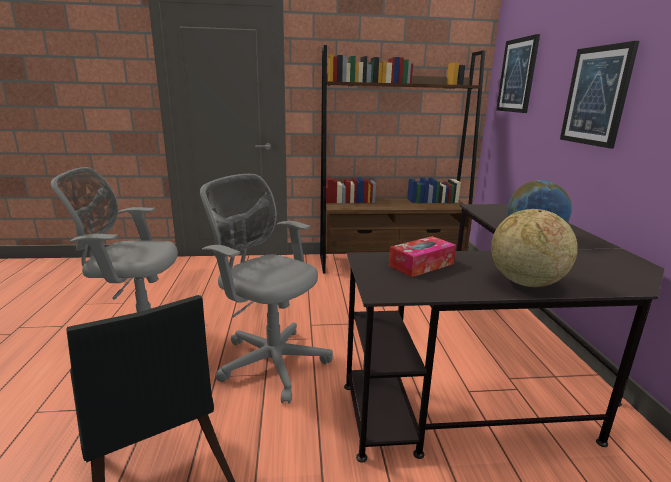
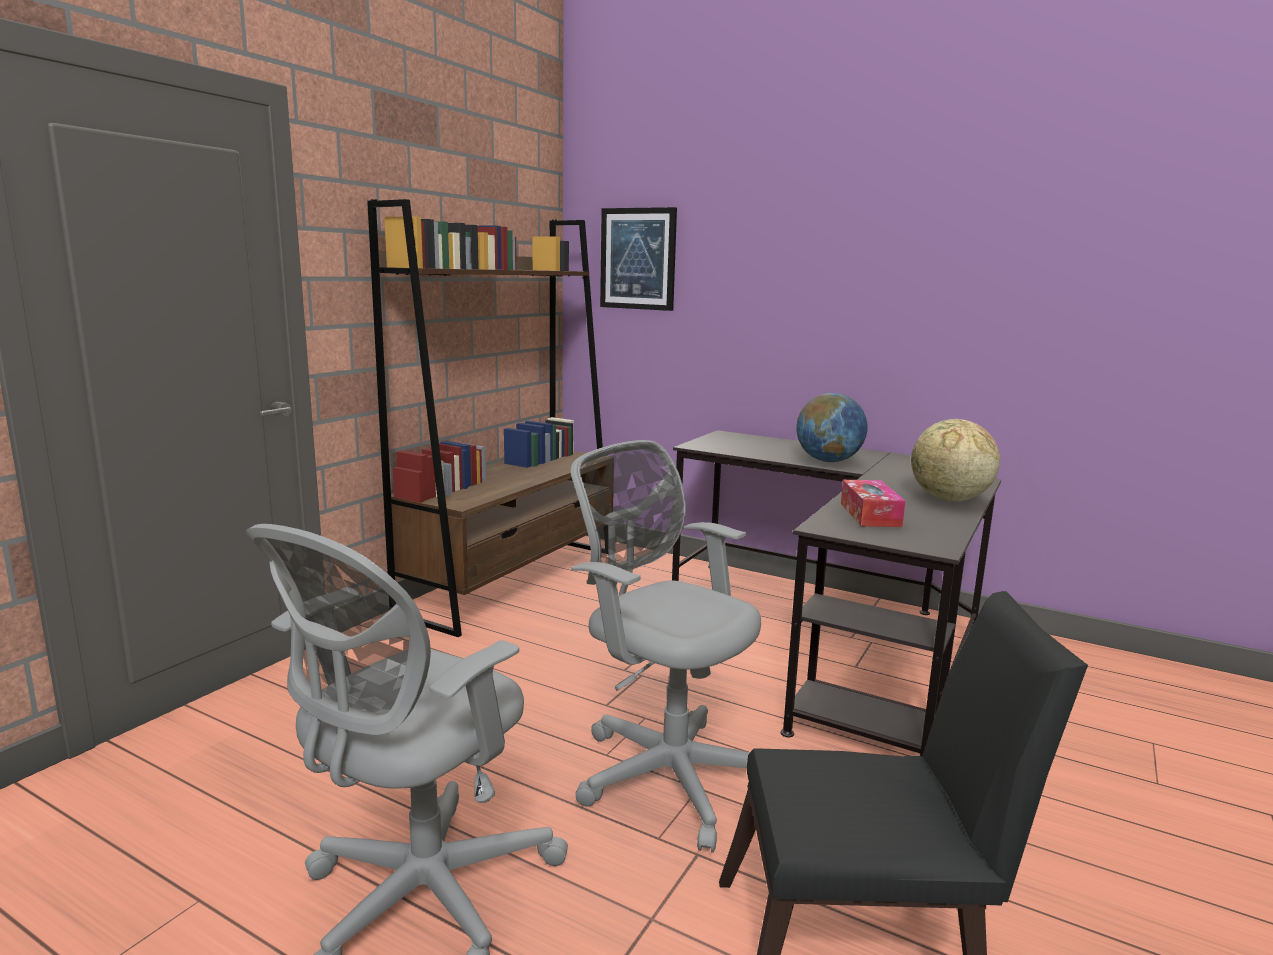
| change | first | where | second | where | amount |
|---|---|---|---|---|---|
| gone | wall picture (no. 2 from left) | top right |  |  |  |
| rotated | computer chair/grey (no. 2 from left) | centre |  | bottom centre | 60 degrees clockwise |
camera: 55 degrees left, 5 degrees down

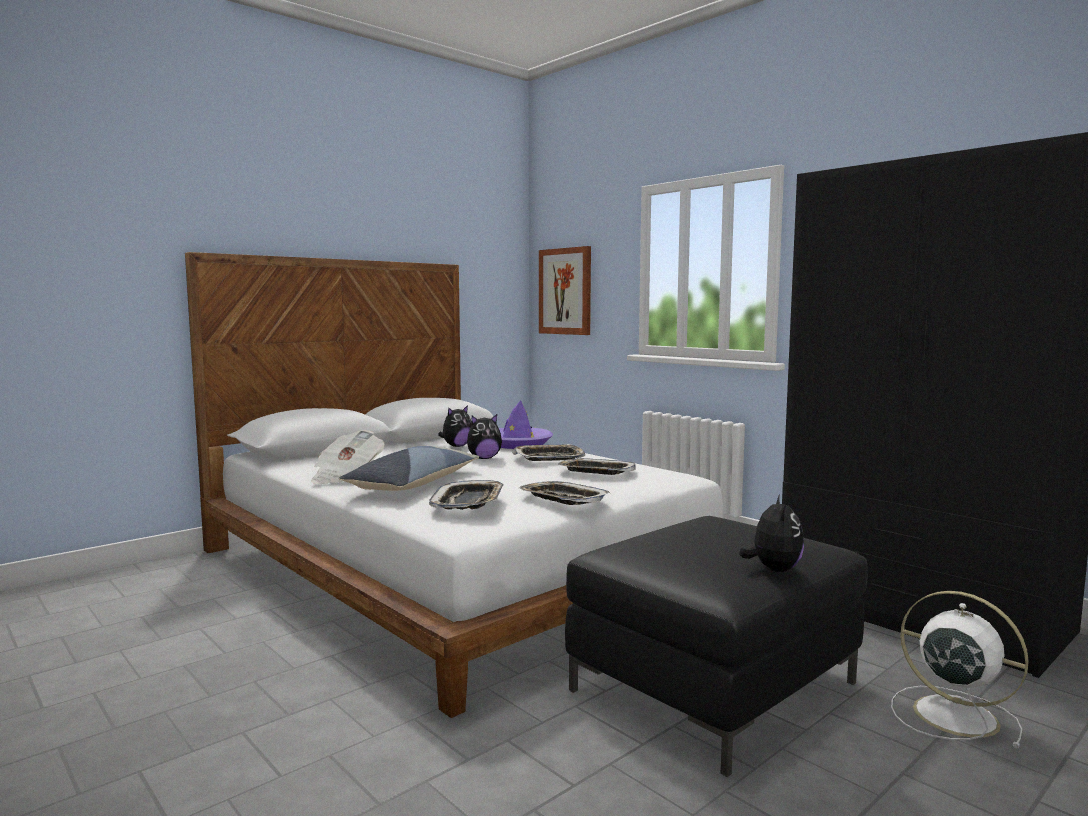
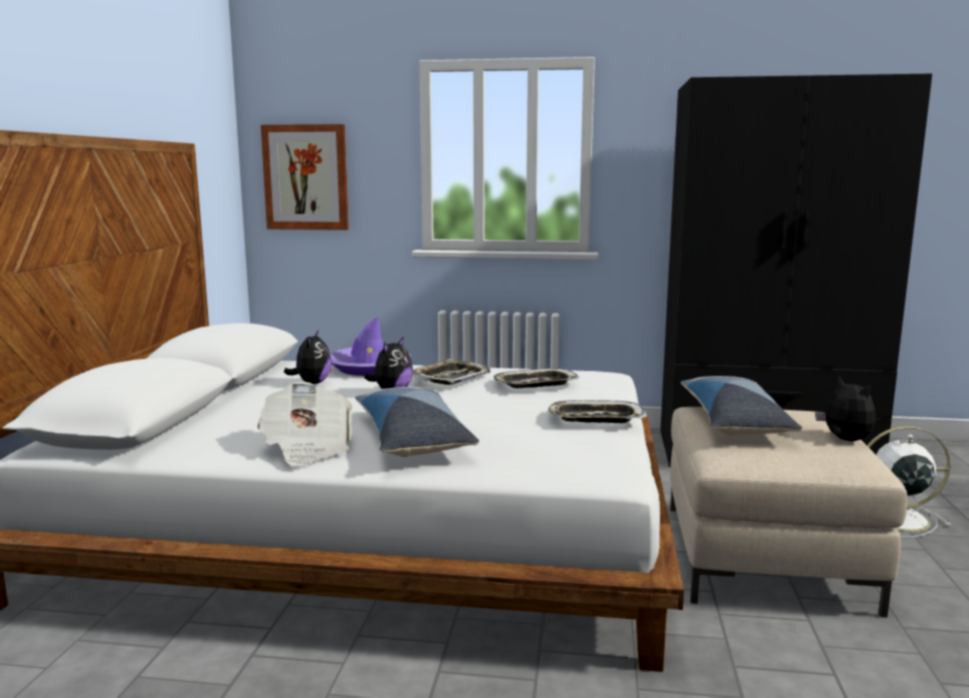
| change | first | where | second | where | amount |
|---|---|---|---|---|---|
| gone | carrying tray (no. 1 from left) | centre |  |  |  |
| repainted | footrest/black-coloured | bottom centre | footrest/beige | bottom right |  |
| new |  |  | throw pillow (no. 2 from left) | middle right |  |
camera: 40 degrees left, 5 degrees up

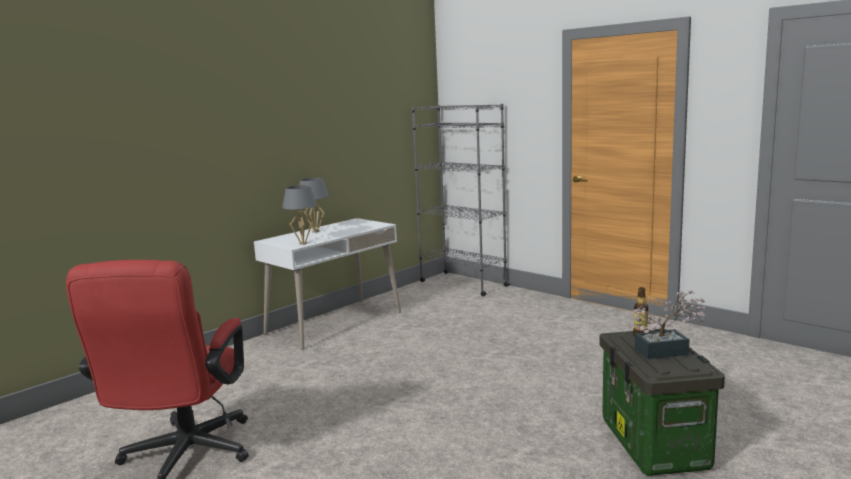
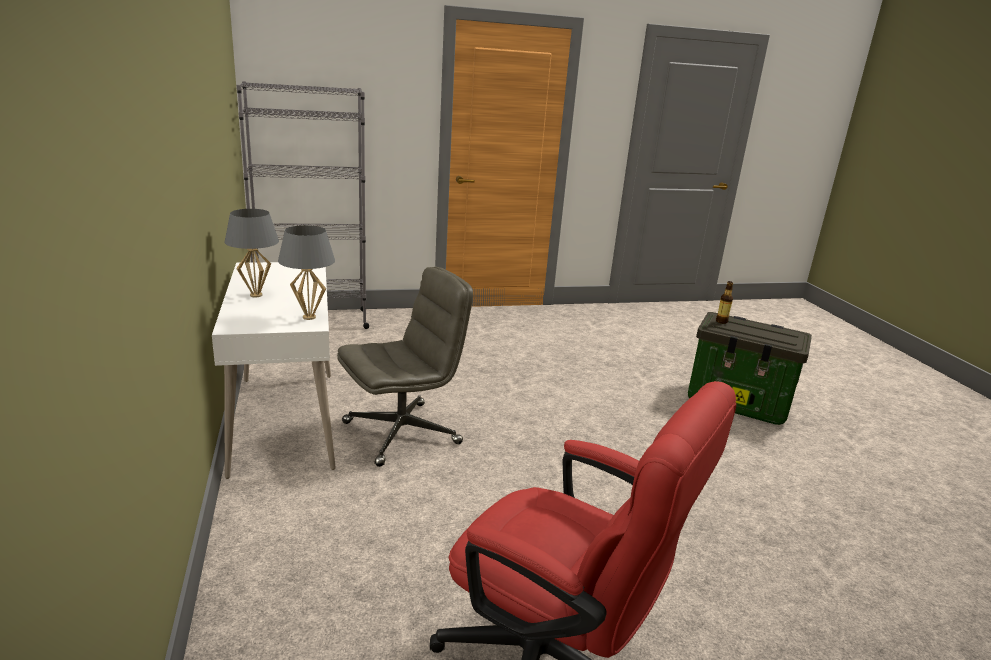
| change | first | where | second | where | amount |
|---|---|---|---|---|---|
| gone | potted plant | bottom right |  |  |  |
| new |  |  | computer chair/grey | centre |  |
camera: 60 degrees left, 10 degrees up

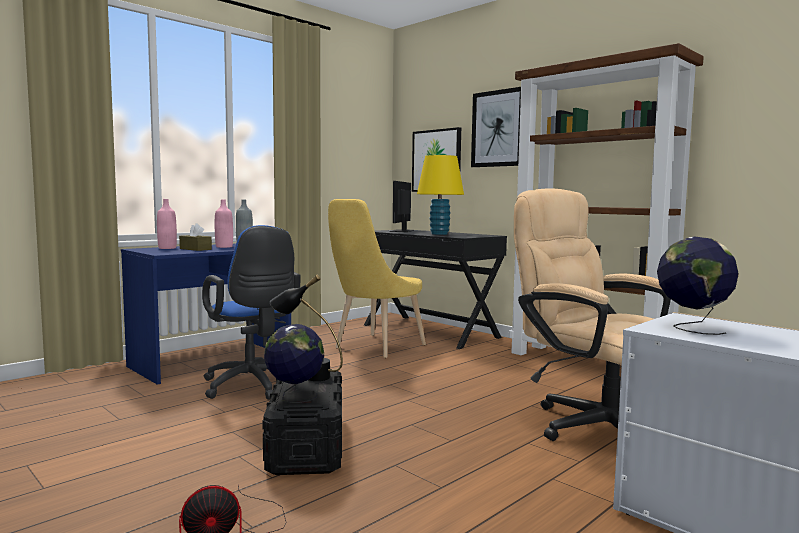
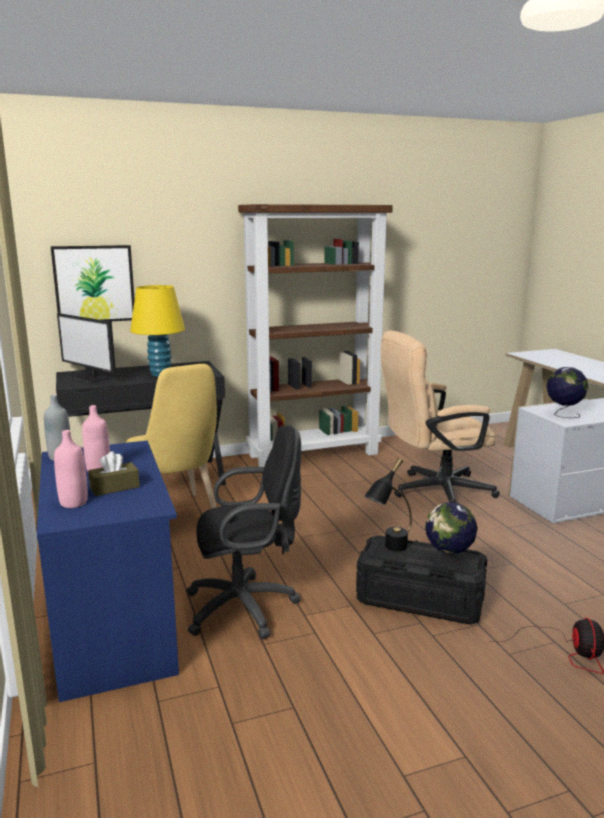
| change | first | where | second | where | amount |
|---|---|---|---|---|---|
| gone | wall picture (no. 2 from left) | top centre |  |  |  |
| repainted | computer chair/bluish | middle left | computer chair/black-coloured | centre |  |
camera: 65 degrees left, 10 degrees up

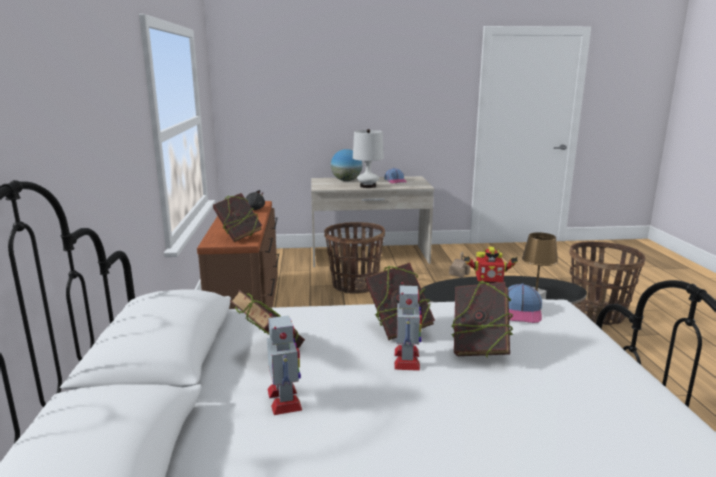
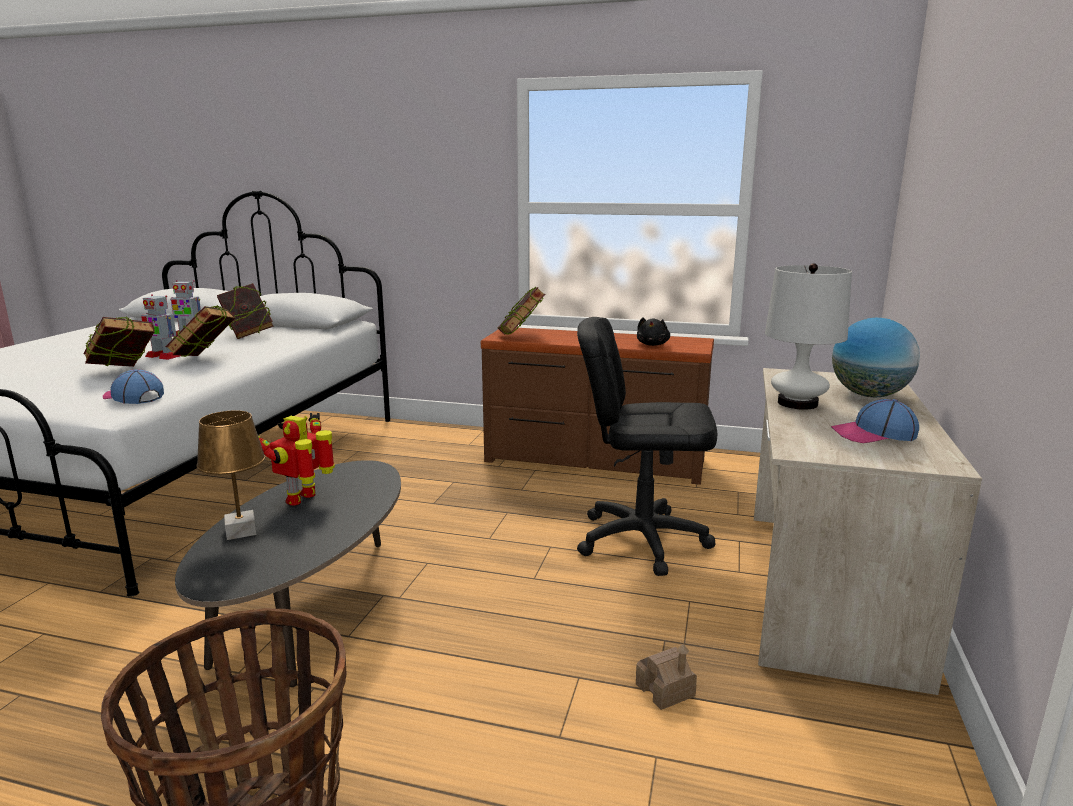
| change | first | where | second | where | amount |
|---|---|---|---|---|---|
| swapped | basket (no. 1 from left) | centre | computer chair/black-coloured | centre |  |
camera: 110 degrees right, 0 degrees up

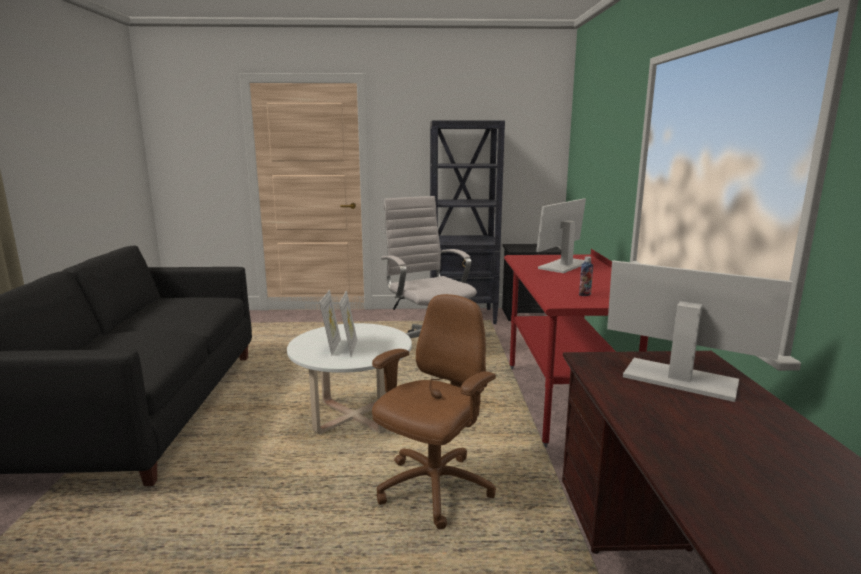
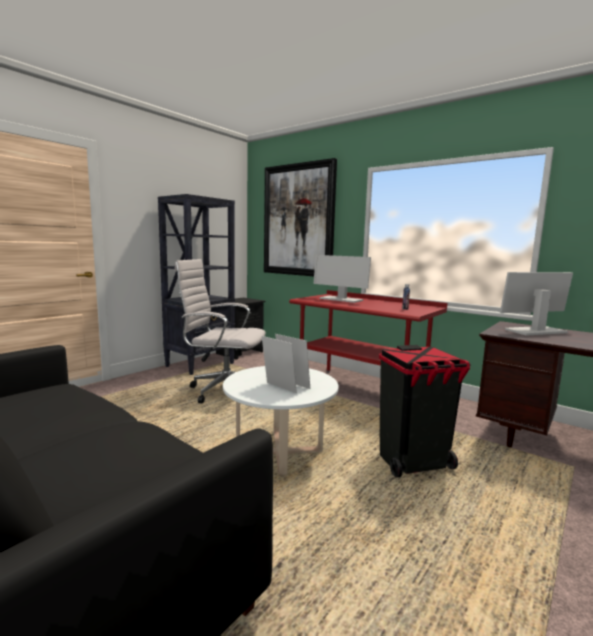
| change | first | where | second | where | amount |
|---|---|---|---|---|---|
| rotated | computer screen (no. 1 from left) | centre |  | centre | 45 degrees counterclockwise |
| swapped | computer chair/brown | bottom centre | waste bin/black-coloured | middle right |  |
| new |  |  | wall picture | centre |  |
camera: 50 degrees left, 5 degrees down

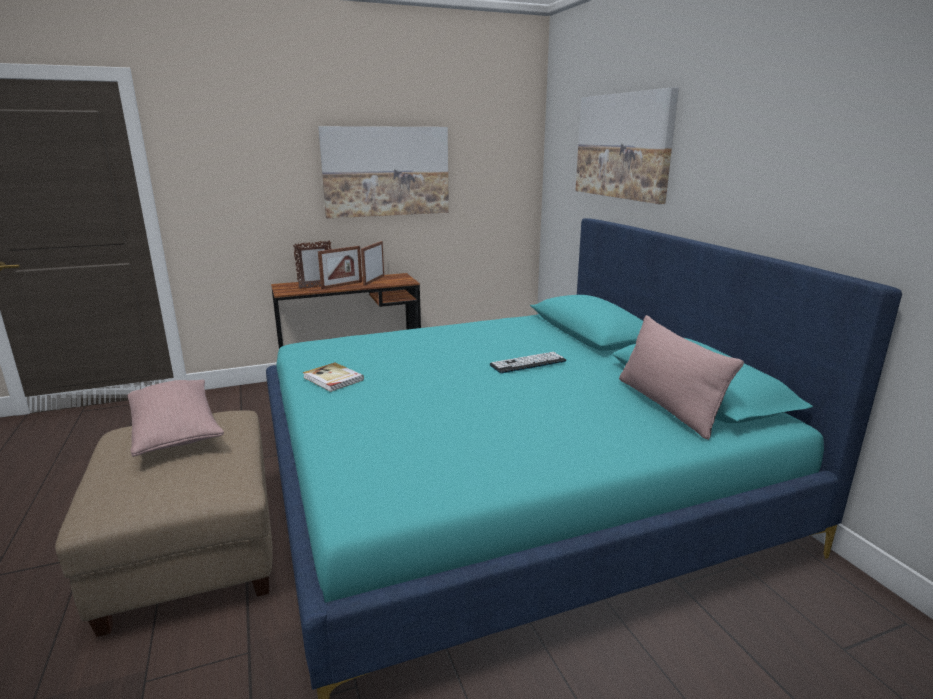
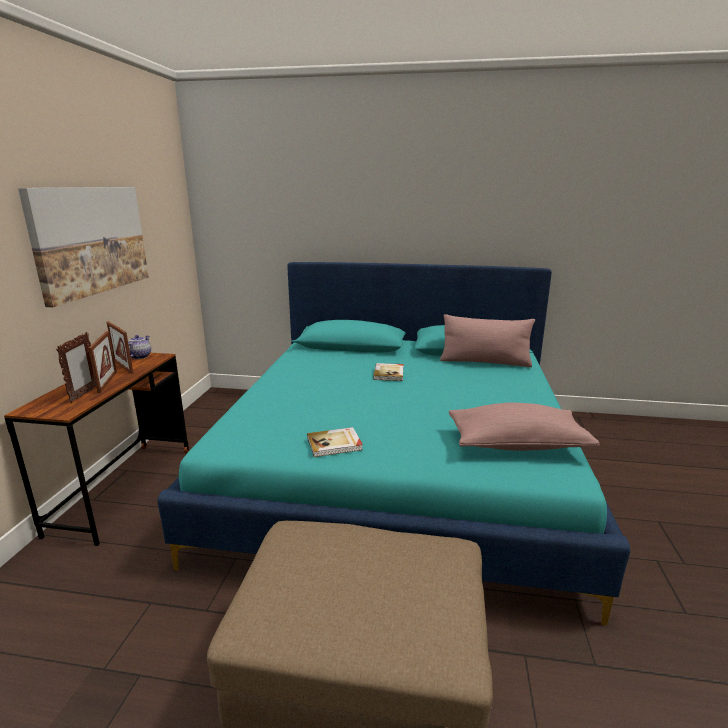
| change | first | where | second | where | amount |
|---|---|---|---|---|---|
| gone | wall picture (no. 2 from left) | top right |  |  |  |
| swapped | PC keyboard | centre | volume (no. 2 from left) | centre |  |
| shifted | throw pillow/pink (no. 1 from left in the first image) | middle left | throw pillow/pink (no. 2 from left) | middle right |  |
| new |  |  | pot for tea | middle left |  |
camera: 60 degrees left, 0 degrees up

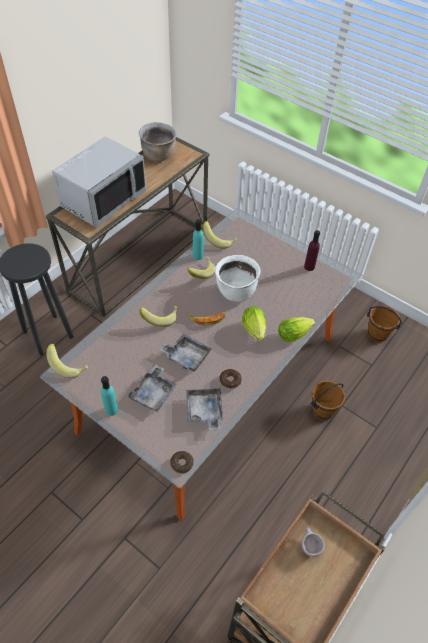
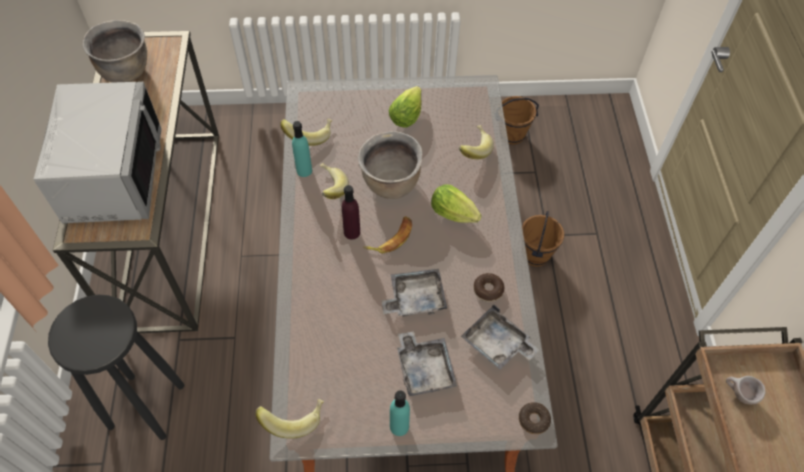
| change | first | where | second | where | amount |
|---|---|---|---|---|---|
| shifted | bottle/purple | middle right |  | centre |  |
| repainted | saucepot/whitish | centre | saucepot/brown (no. 2 from left) | centre |  |
| shifted | banana fruit (no. 2 from left in the first image) | centre | banana fruit (no. 5 from left) | top centre |  |
| shifted | head of lettuce (no. 2 from left in the first image) | middle right | head of lettuce (no. 1 from left) | top centre |  |
camera: 40 degrees left, 5 degrees up

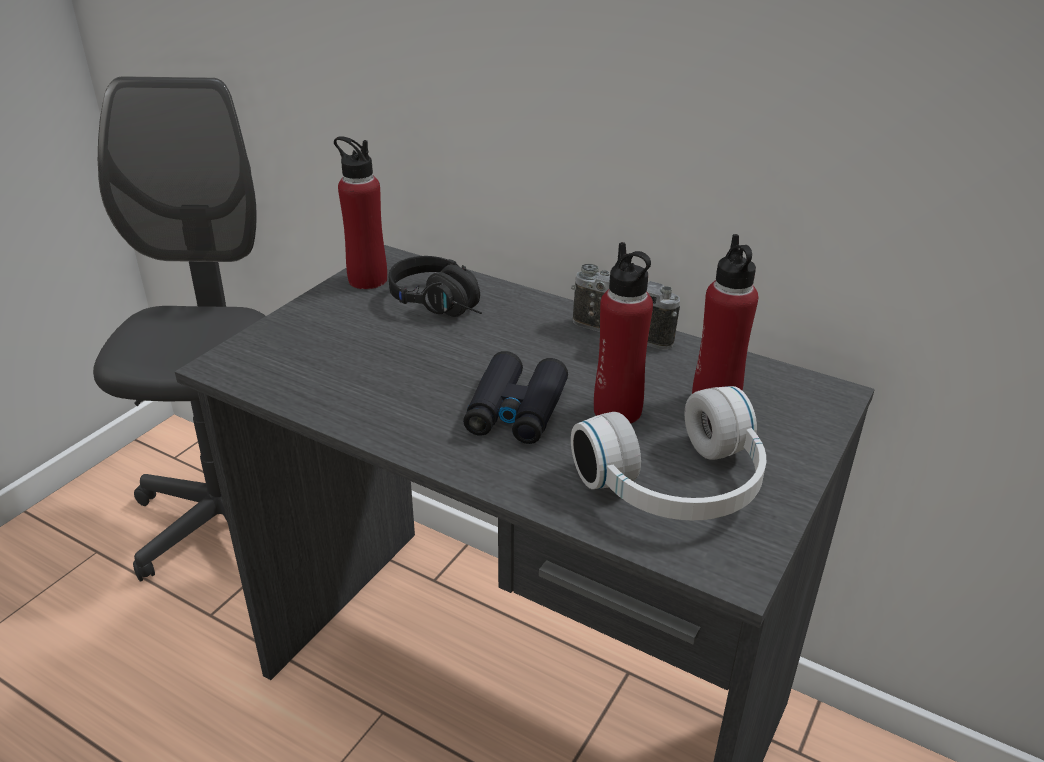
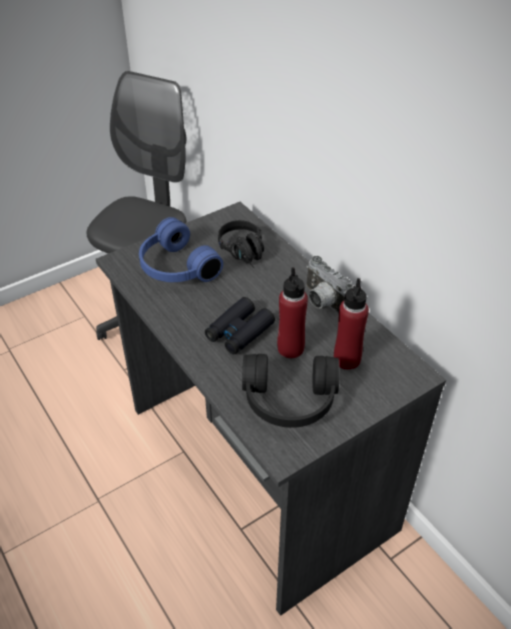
| change | first | where | second | where | amount |
|---|---|---|---|---|---|
| gone | bottle/red-coloured (no. 1 from left) | top centre |  |  |  |
| repainted | headphones/whitish | centre | headphones/black-coloured (no. 2 from left) | centre |  |
| new |  |  | headphones/bluish | centre |  |
camera: 25 degrees right, 10 degrees up

